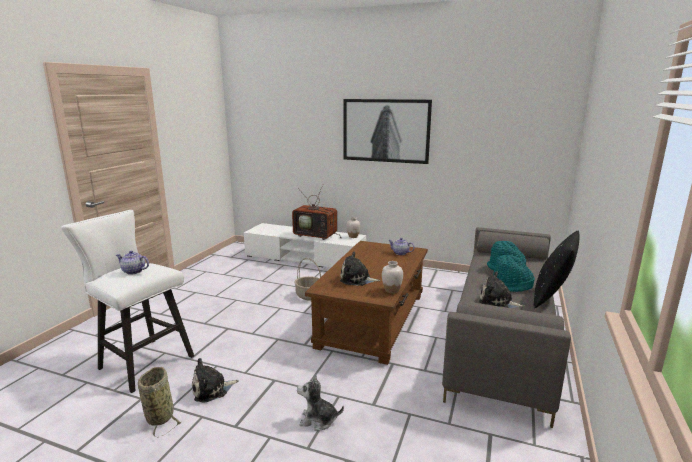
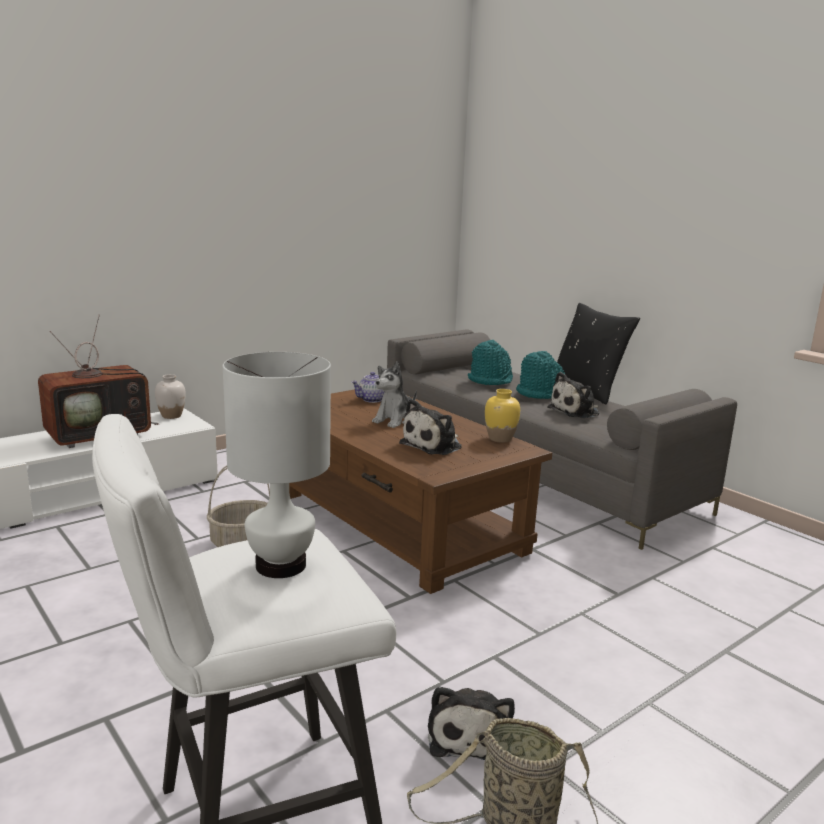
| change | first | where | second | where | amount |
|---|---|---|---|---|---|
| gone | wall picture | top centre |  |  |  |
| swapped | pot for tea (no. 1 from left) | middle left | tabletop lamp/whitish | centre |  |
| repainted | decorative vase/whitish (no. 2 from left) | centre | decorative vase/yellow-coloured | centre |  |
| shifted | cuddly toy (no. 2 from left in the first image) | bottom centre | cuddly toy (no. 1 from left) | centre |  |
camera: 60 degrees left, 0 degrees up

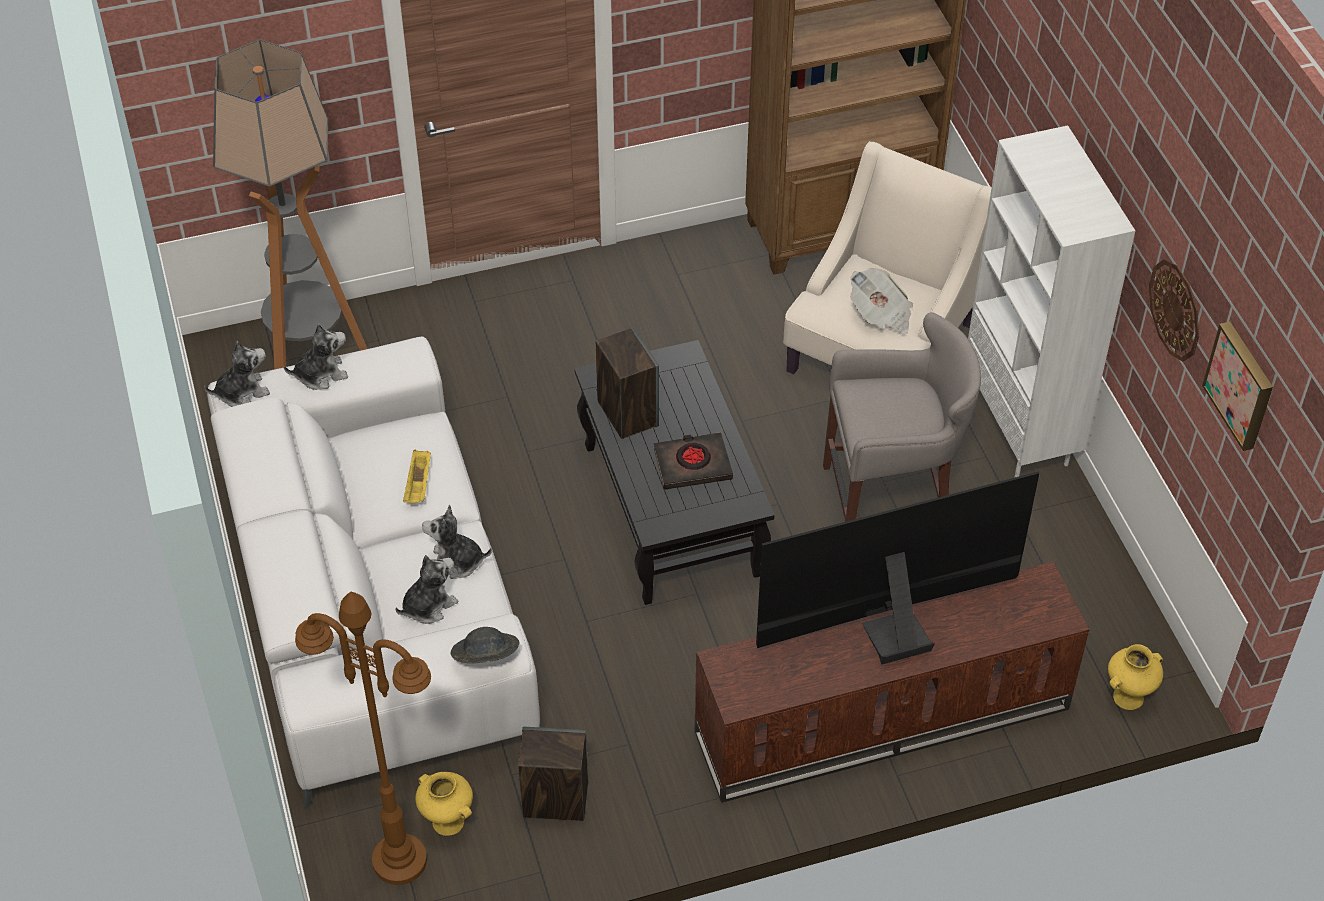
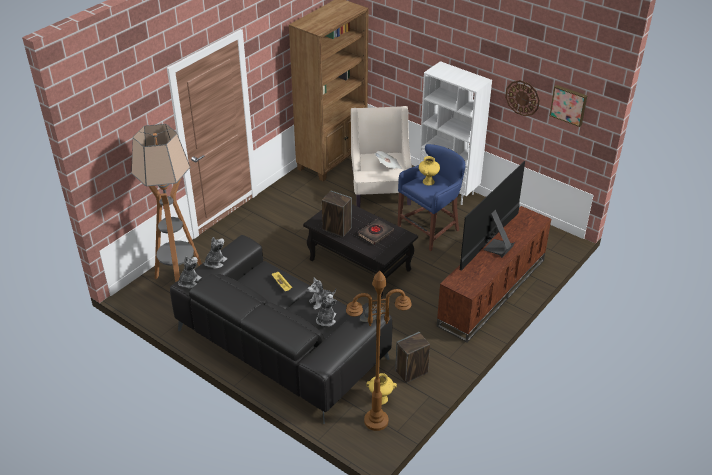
| change | first | where | second | where | amount |
|---|---|---|---|---|---|
| repainted | stool seat/grey | middle right | stool seat/bluish | centre |  |
| repainted | couch/whitish | middle left | couch/black-coloured | bottom centre |  |
| shifted | decorative vase/yellow-coloured (no. 2 from left) | bottom right |  | centre |  |
camera: 35 degrees left, 10 degrees down

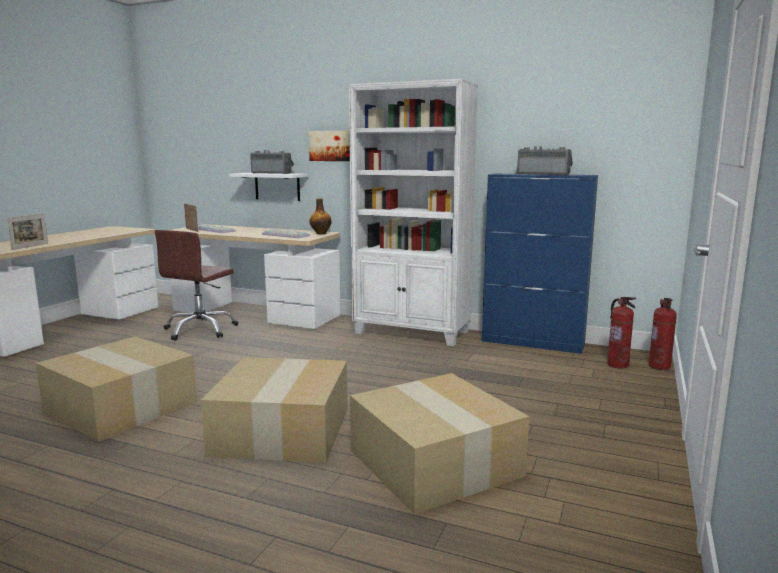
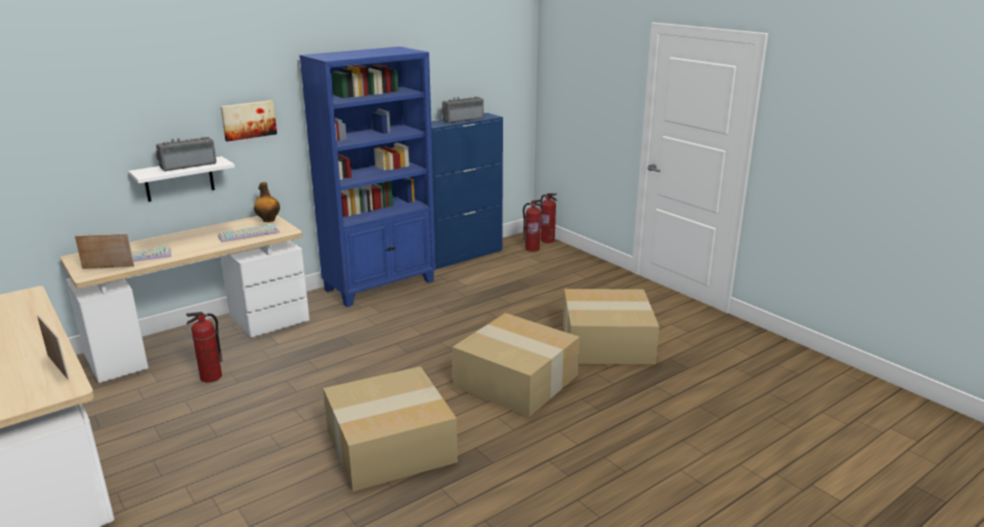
| change | first | where | second | where | amount |
|---|---|---|---|---|---|
| repainted | bookcase/whitish | centre | bookcase/bluish | centre |  |
| swapped | computer chair/brown | middle left | extinguisher (no. 1 from left) | middle left |  |
camera: 60 degrees left, 10 degrees up

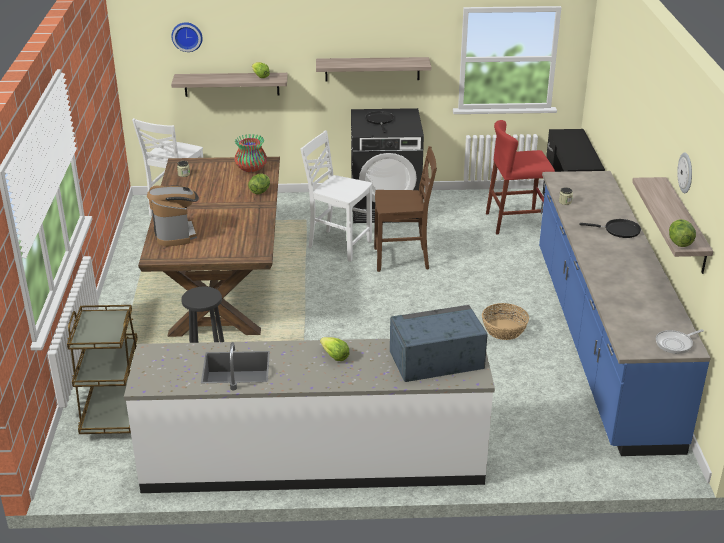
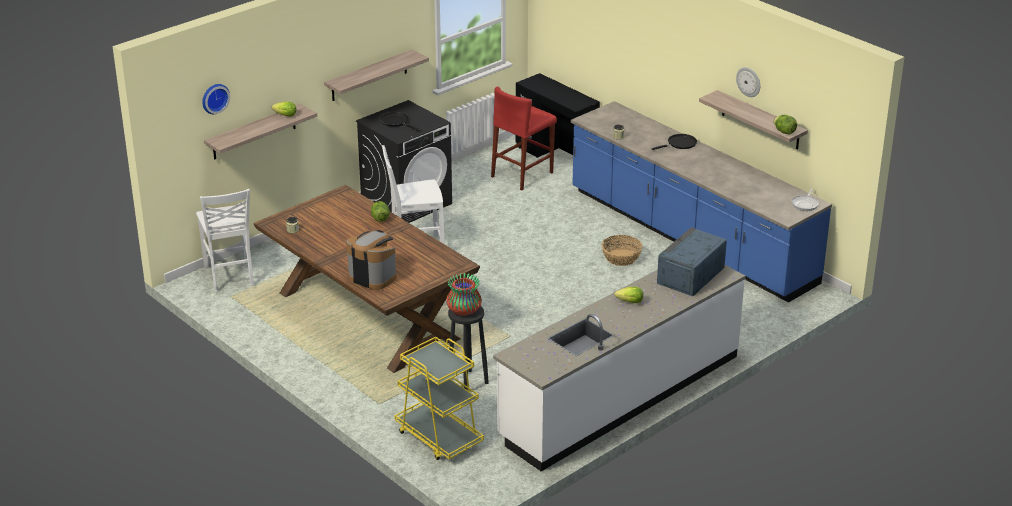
| change | first | where | second | where | amount |
|---|---|---|---|---|---|
| shifted | decorative vase | top centre |  | centre |  |
| gone | chair/brown | centre |  |  |  |
| repainted | cart/brown | bottom left | cart/yellow-coloured | bottom centre |  |
camera: 40 degrees left, 0 degrees up

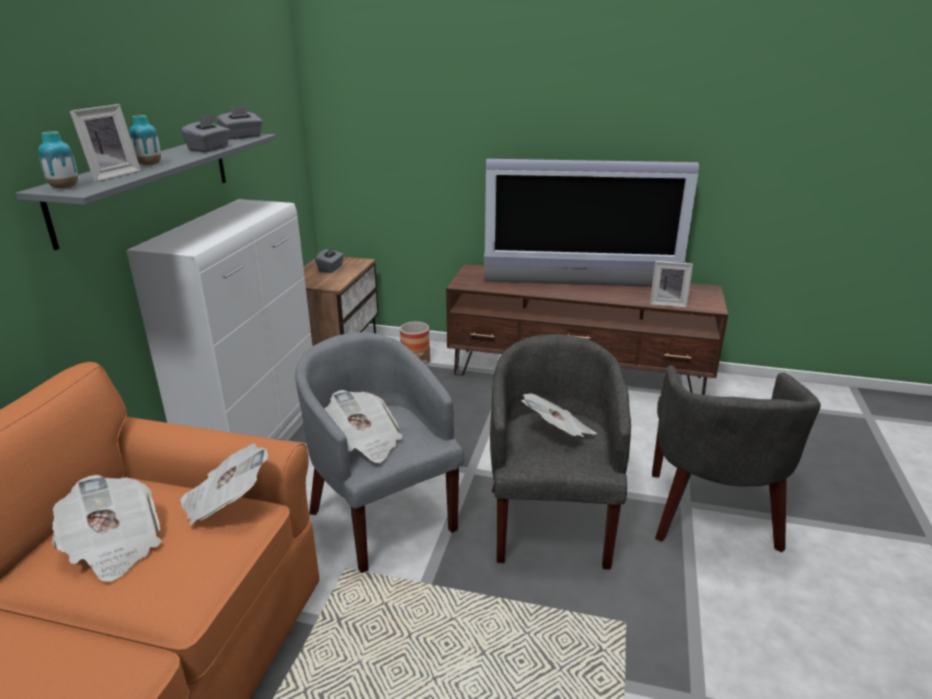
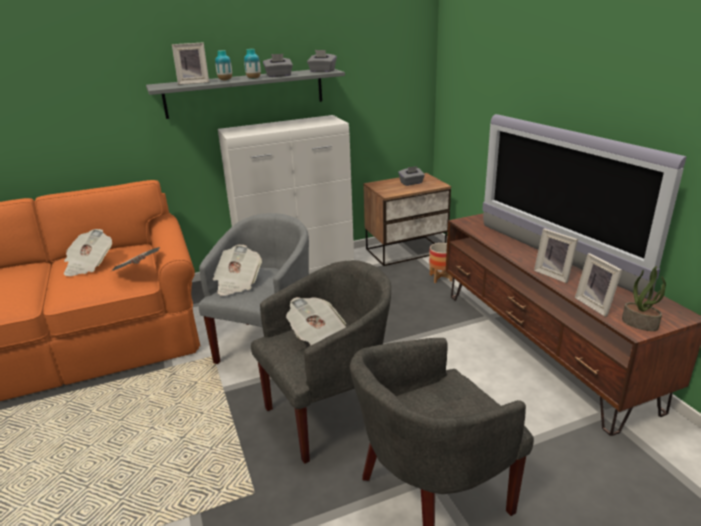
| change | first | where | second | where | amount |
|---|---|---|---|---|---|
| shifted | decorative vase (no. 1 from left in the first image) | top left | decorative vase (no. 2 from left) | top centre |  |
| new |  |  | standing frame (no. 2 from left) | middle right |  |
| new |  |  | potted plant | middle right |  |
camera: 55 degrees right, 0 degrees up

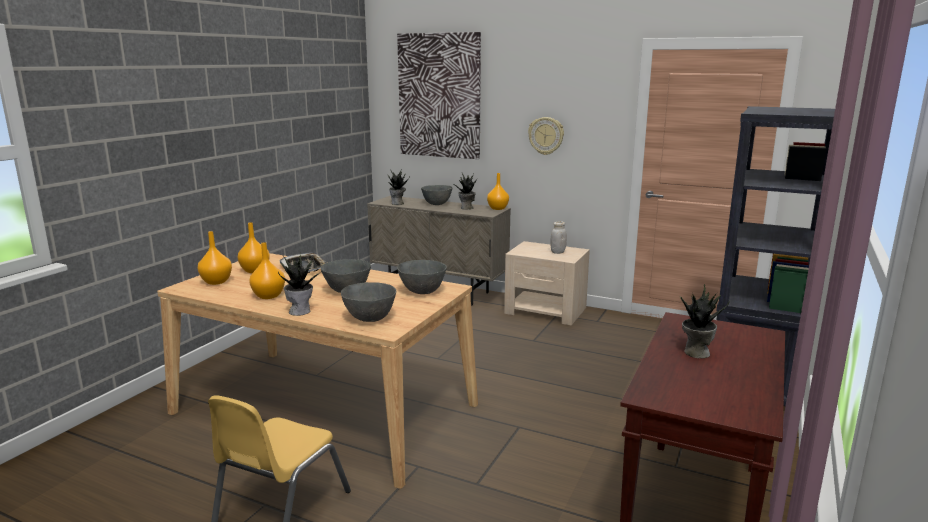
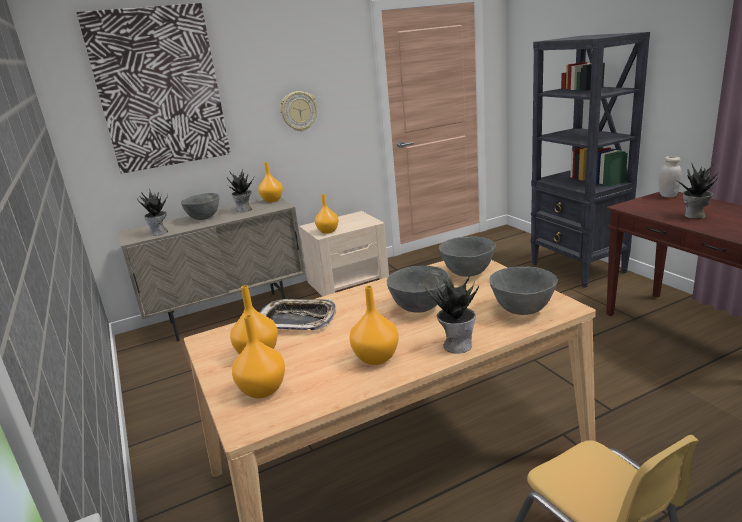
| change | first | where | second | where | amount |
|---|---|---|---|---|---|
| shifted | jar/whitish | centre |  | middle right |  |
| new |  |  | decorative vase/orange (no. 4 from left) | centre |  |
camera: 50 degrees left, 5 degrees up

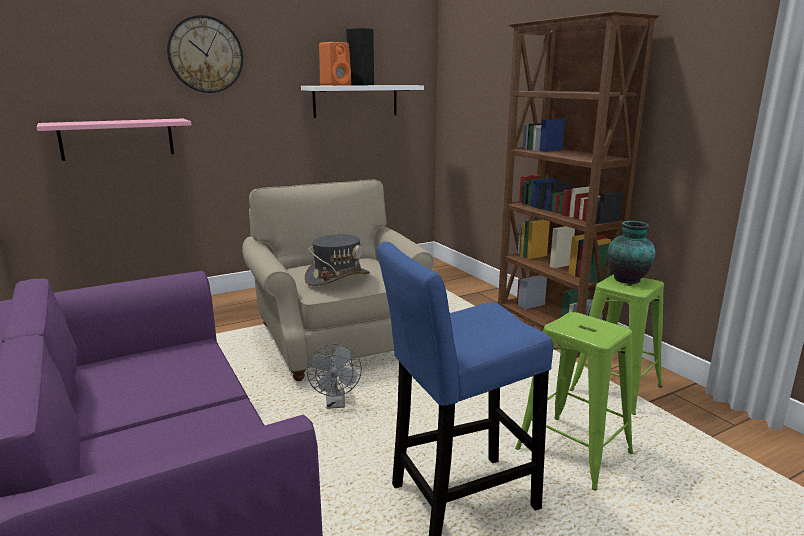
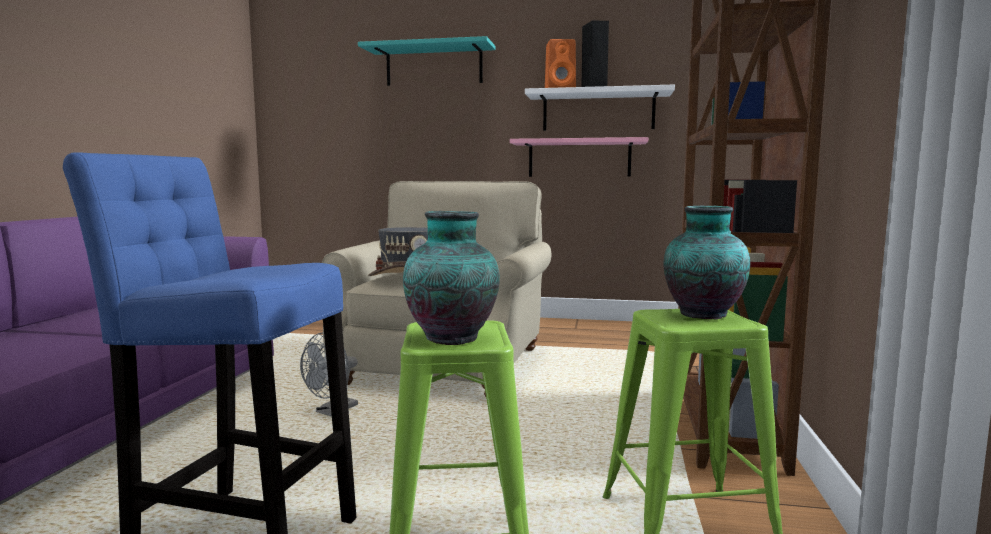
| change | first | where | second | where | amount |
|---|---|---|---|---|---|
| swapped | hanging clock | top left | shelf/blue-green | top centre |  |
| shifted | shelf/pink | top left |  | top centre |  |
| new |  |  | decorative vase (no. 1 from left) | centre |  |
camera: 40 degrees right, 10 degrees down

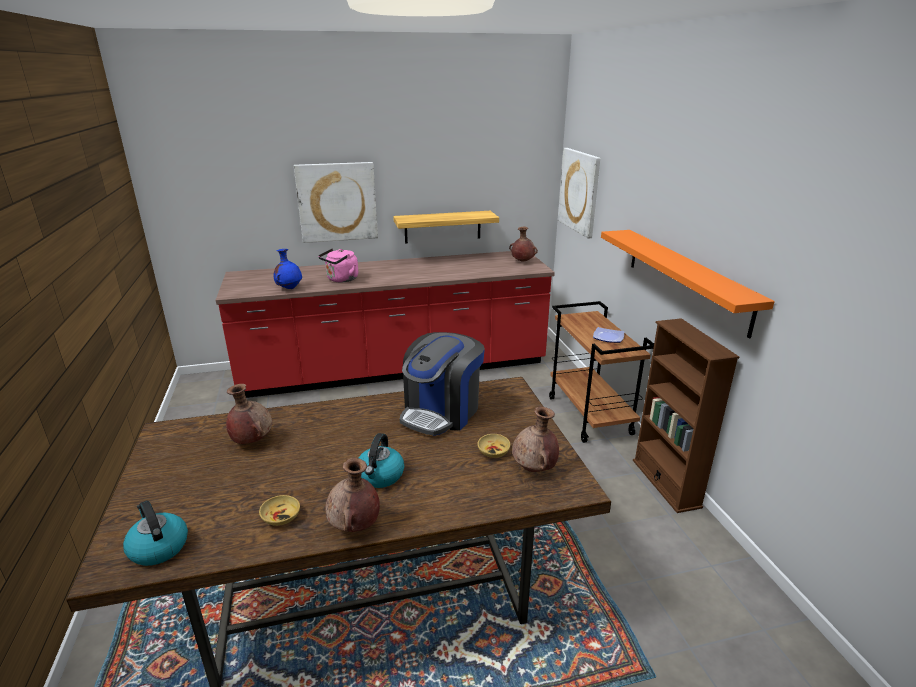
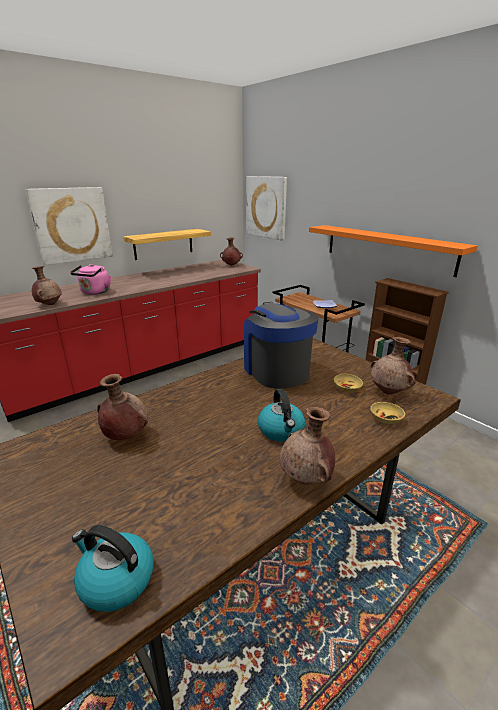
| change | first | where | second | where | amount |
|---|---|---|---|---|---|
| repainted | decorative vase/bluish | middle left | decorative vase/brown (no. 1 from left) | middle left |  |
| rotated | coffee maker | centre |  | centre | 150 degrees clockwise |
| shifted | serving bowl/beige (no. 1 from left in the first image) | bottom left | serving bowl/beige (no. 2 from left) | middle right |  |
camera: 25 degrees left, 0 degrees up

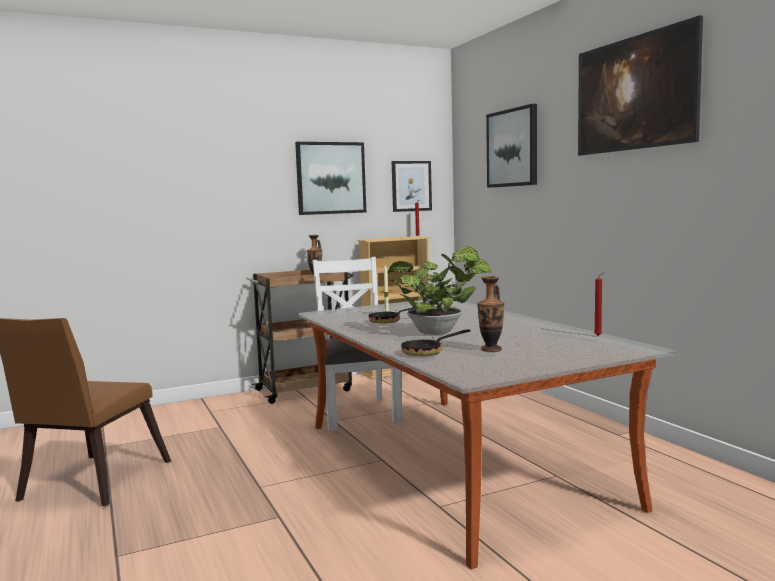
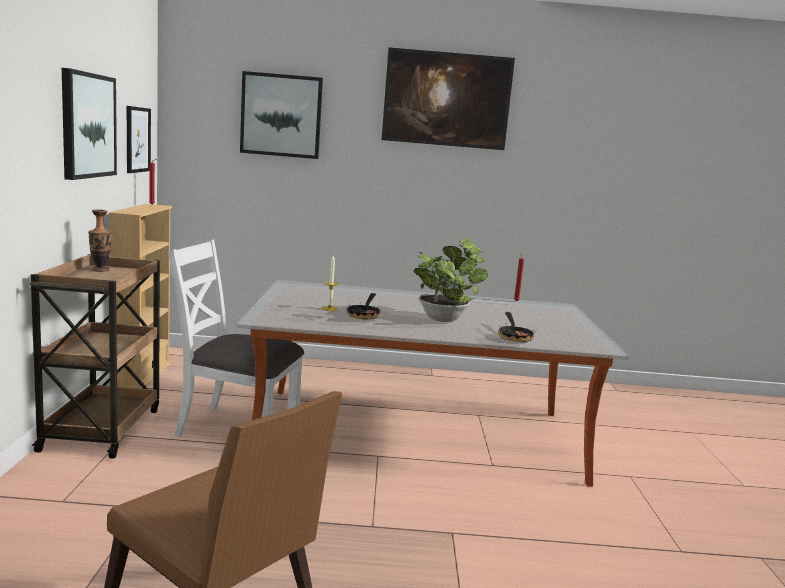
| change | first | where | second | where | amount |
|---|---|---|---|---|---|
| gone | decorative vase (no. 2 from left) | centre |  |  |  |
camera: 65 degrees left, 5 degrees up

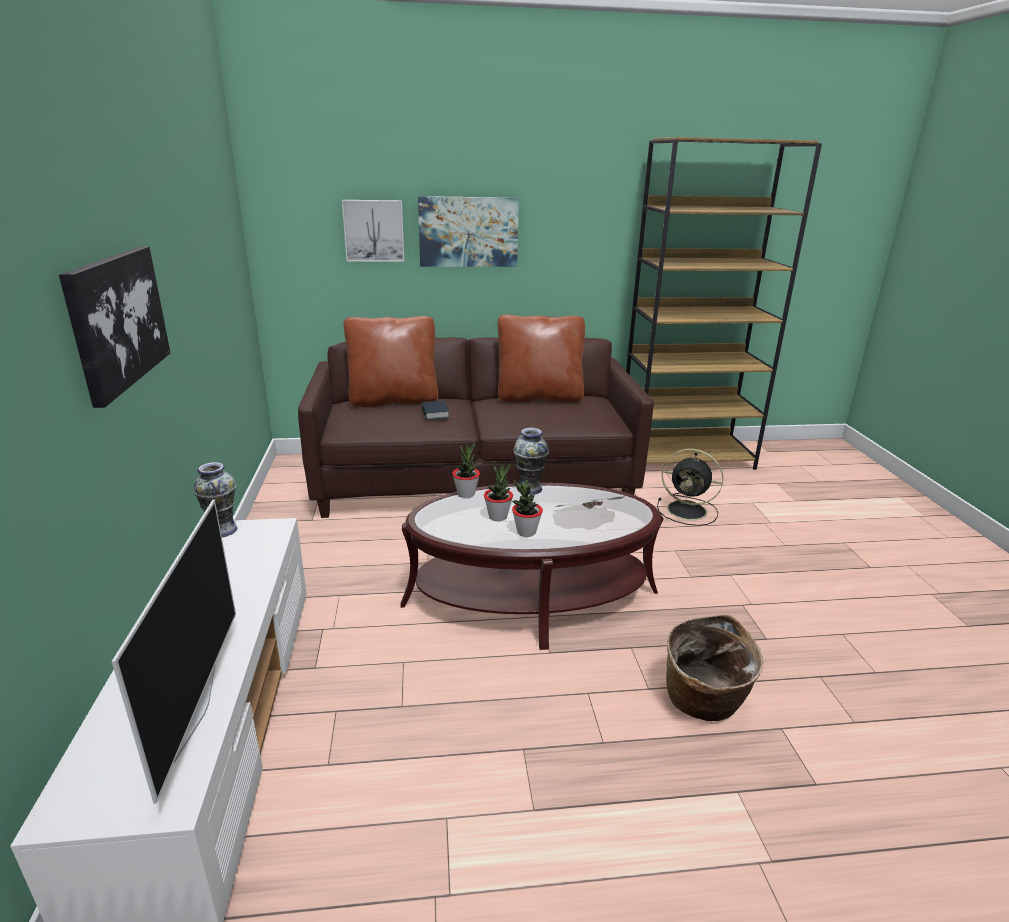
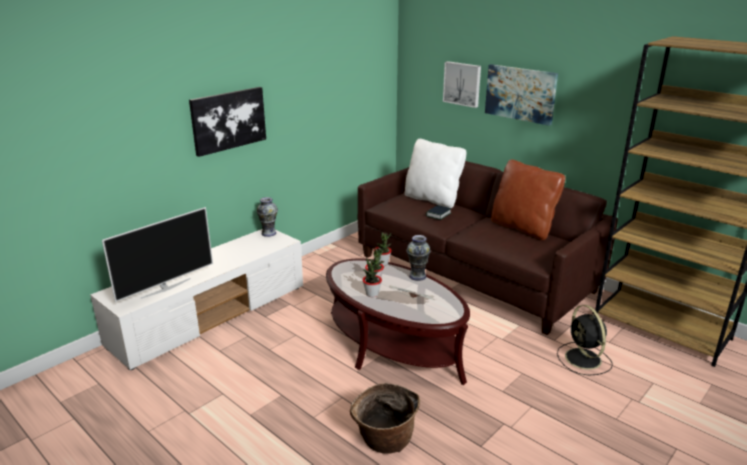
| change | first | where | second | where | amount |
|---|---|---|---|---|---|
| repainted | throw pillow/brown (no. 1 from left) | centre | throw pillow/whitish | centre |  |
camera: 50 degrees right, 0 degrees up

